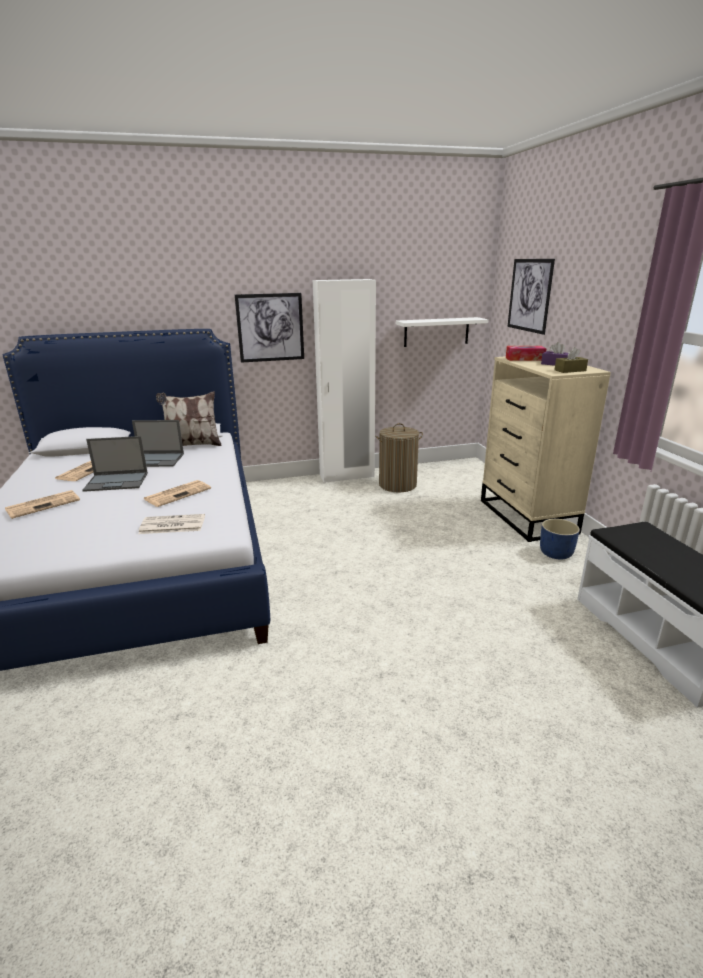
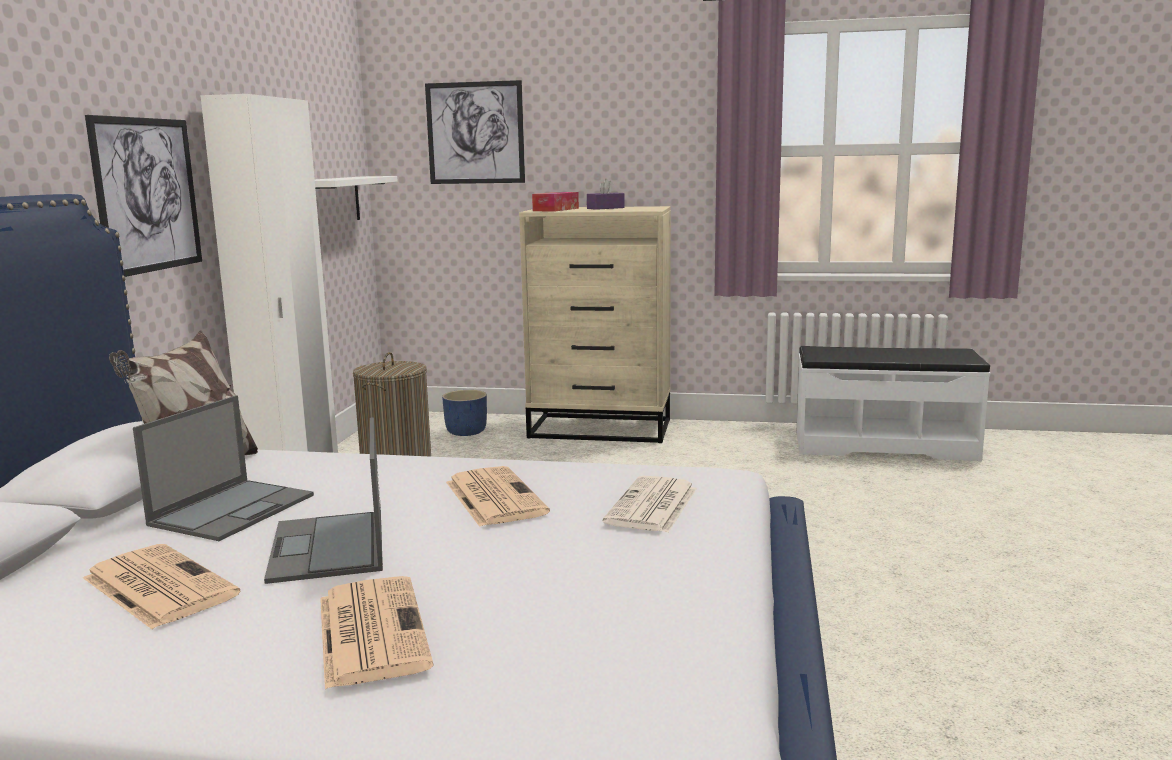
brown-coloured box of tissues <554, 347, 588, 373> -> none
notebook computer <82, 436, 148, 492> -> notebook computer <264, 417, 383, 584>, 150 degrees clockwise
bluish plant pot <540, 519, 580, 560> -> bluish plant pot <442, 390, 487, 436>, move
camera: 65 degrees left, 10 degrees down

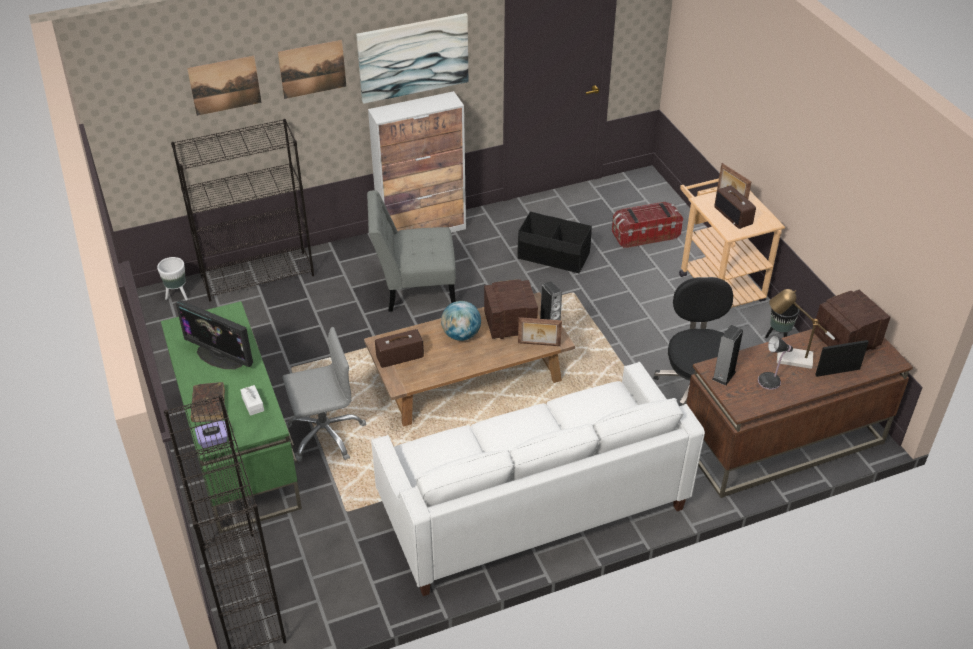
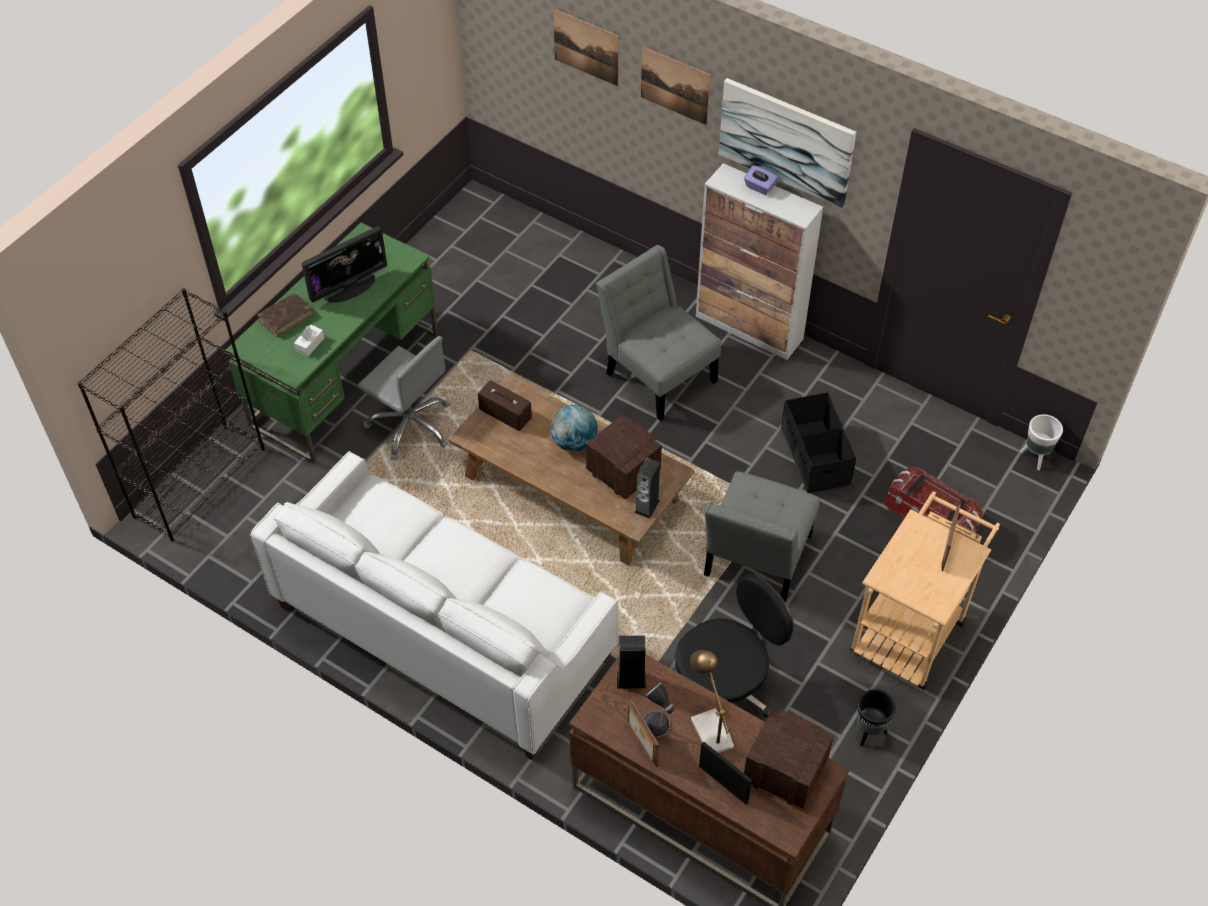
black-coloured bookshelf <171, 119, 314, 302> -> none
radio <714, 185, 756, 229> -> none
whitish plant pot <157, 257, 188, 300> -> whitish plant pot <1020, 414, 1063, 470>, move
monitor <175, 300, 253, 369> -> monitor <302, 226, 387, 303>, 120 degrees counterclockwise
picture frame <518, 317, 562, 346> -> picture frame <627, 696, 659, 767>, move
purple-coloured box of tissues <195, 421, 228, 448> -> purple-coloured box of tissues <744, 165, 778, 195>, move
none -> gray upright chair <704, 471, 820, 602>
camera: 55 degrees right, 10 degrees up

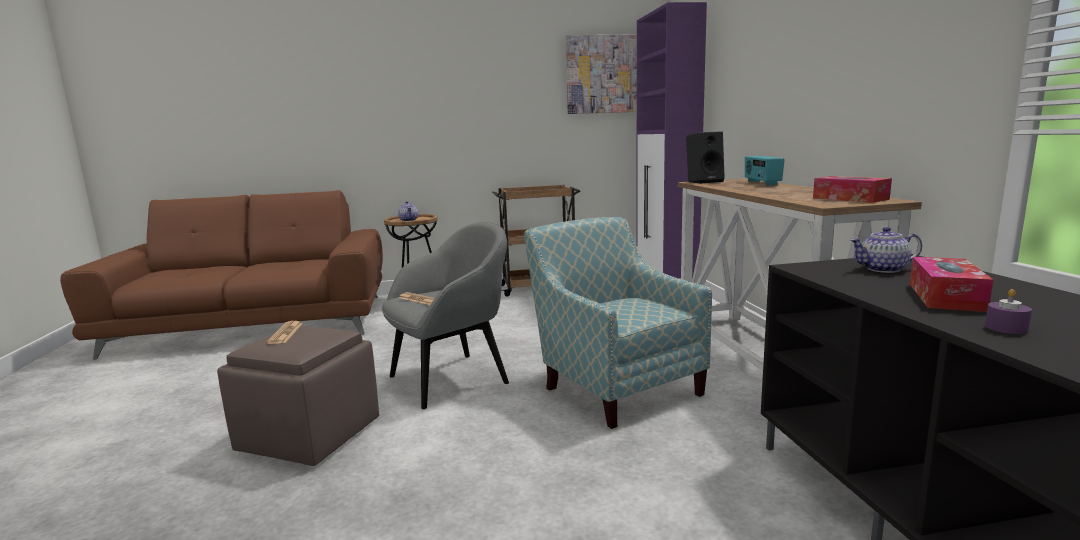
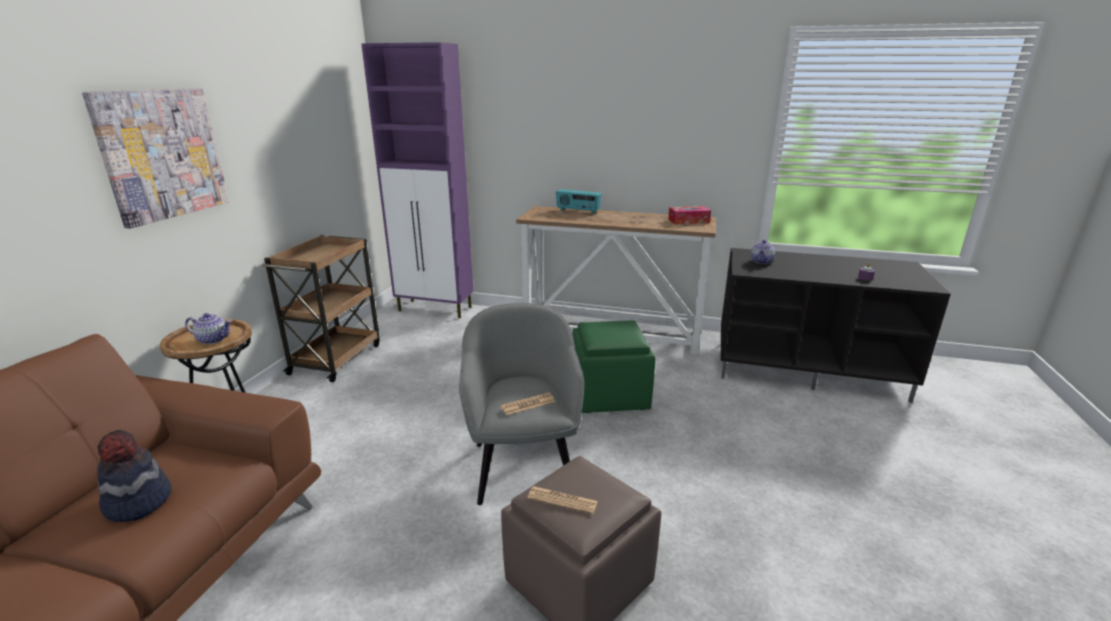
wall art <566, 34, 637, 114> -> wall art <82, 88, 229, 229>, move
black-coloured speaker <686, 131, 725, 184> -> none
lounge chair <524, 217, 712, 429> -> greenish pouffe <572, 320, 655, 413>
box of tissues <910, 257, 993, 312> -> none
none -> clothing hat <97, 430, 172, 522>
camera: 65 degrees left, 10 degrees up

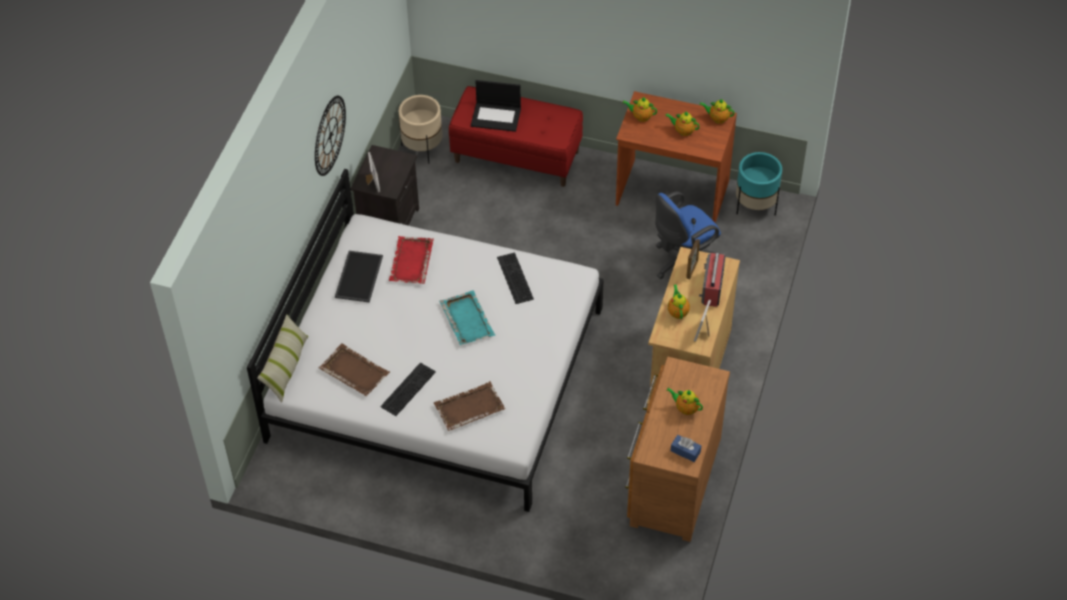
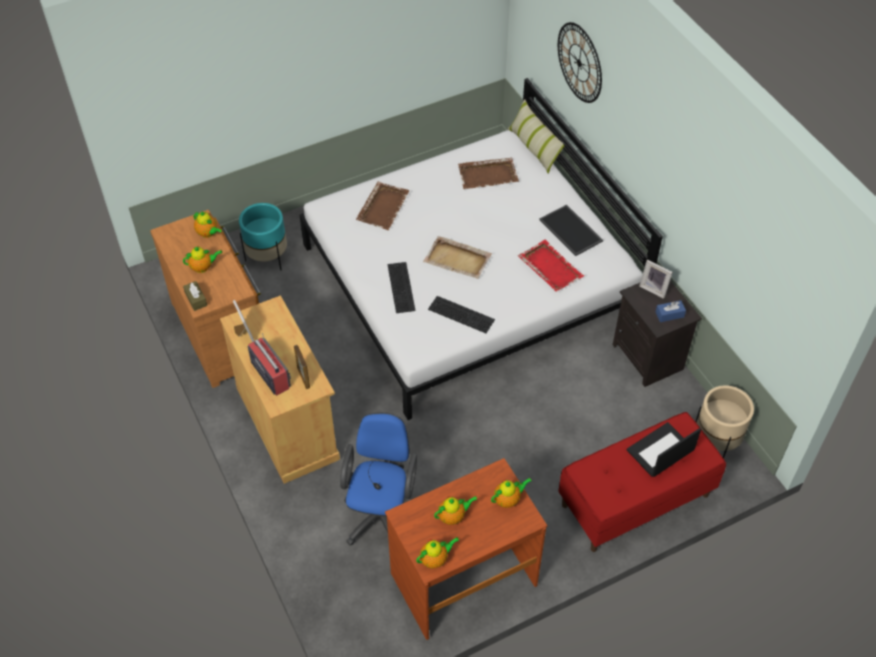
hanging clock <315, 96, 346, 176> -> hanging clock <558, 22, 602, 103>, move
turquoise-coloured plant pot <736, 152, 782, 215> -> turquoise-coloured plant pot <239, 203, 287, 270>, move
tea pot <668, 284, 690, 319> -> tea pot <193, 212, 222, 238>, move
turquoise-coloured carrying tray <440, 290, 496, 345> -> beige carrying tray <423, 236, 492, 279>
computer keyboard <380, 363, 436, 416> -> computer keyboard <387, 262, 416, 313>, move
bluish box of tissues <671, 435, 701, 462> -> bluish box of tissues <656, 300, 686, 322>, move
none -> brown-coloured box of tissues <183, 281, 207, 311>
camera: 135 degrees right, 0 degrees up

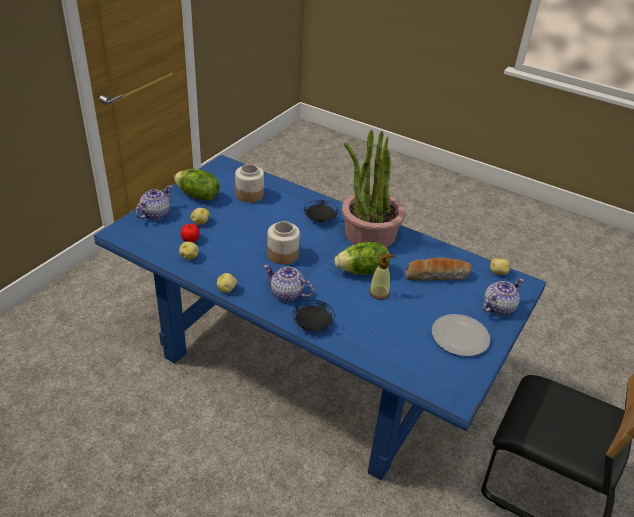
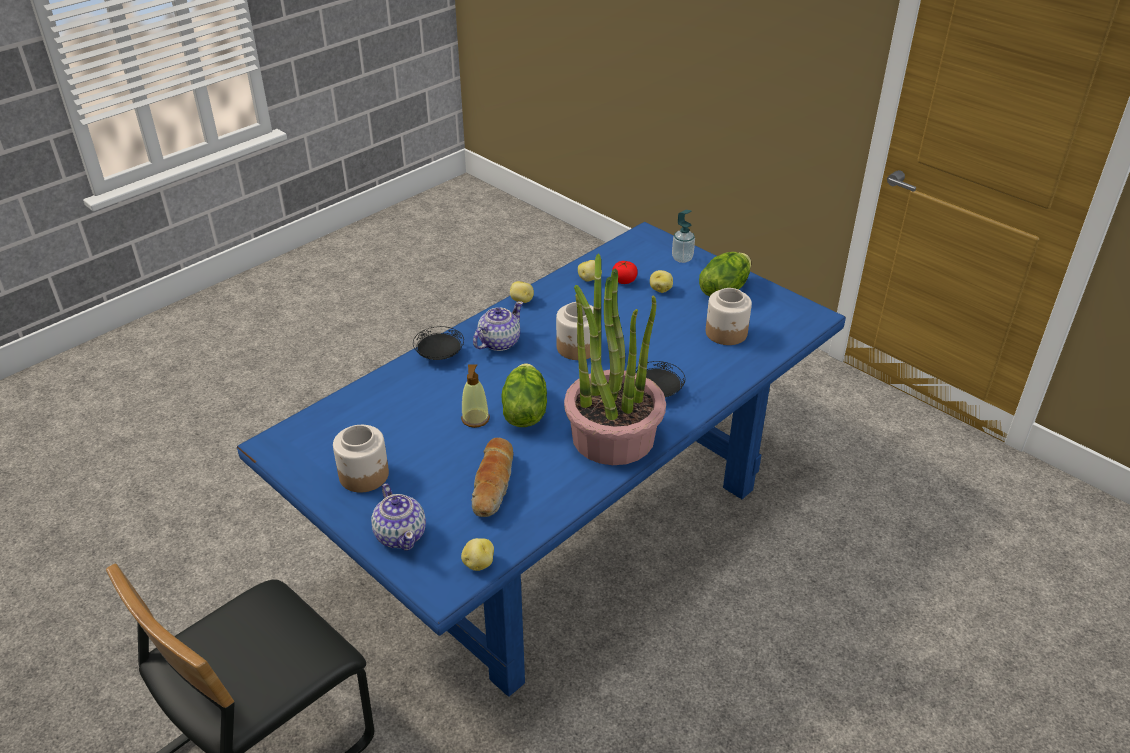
tea pot <136, 185, 172, 220> -> soap bottle <672, 210, 695, 263>
flat dish <432, 314, 490, 356> -> jar <333, 425, 389, 492>
camera: 105 degrees right, 0 degrees up

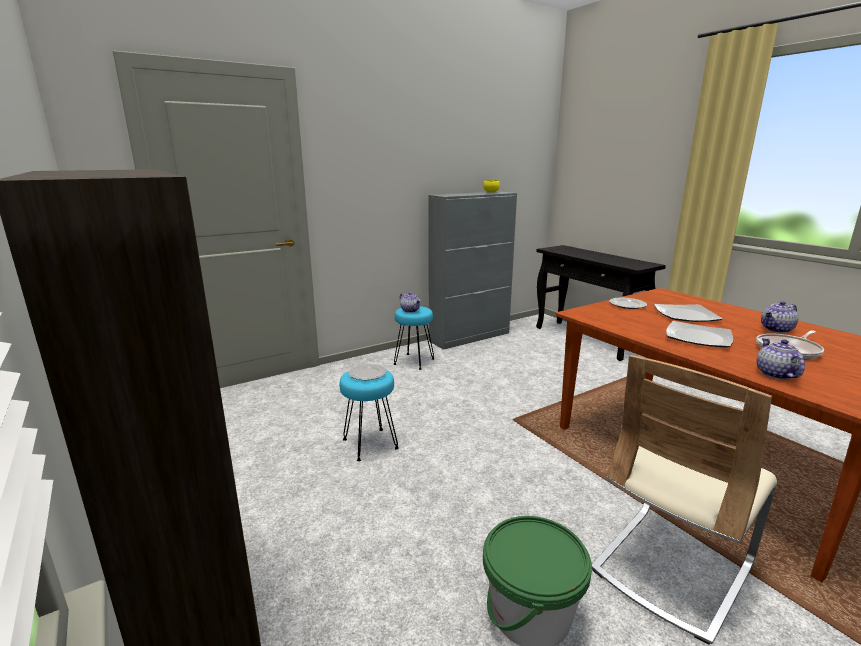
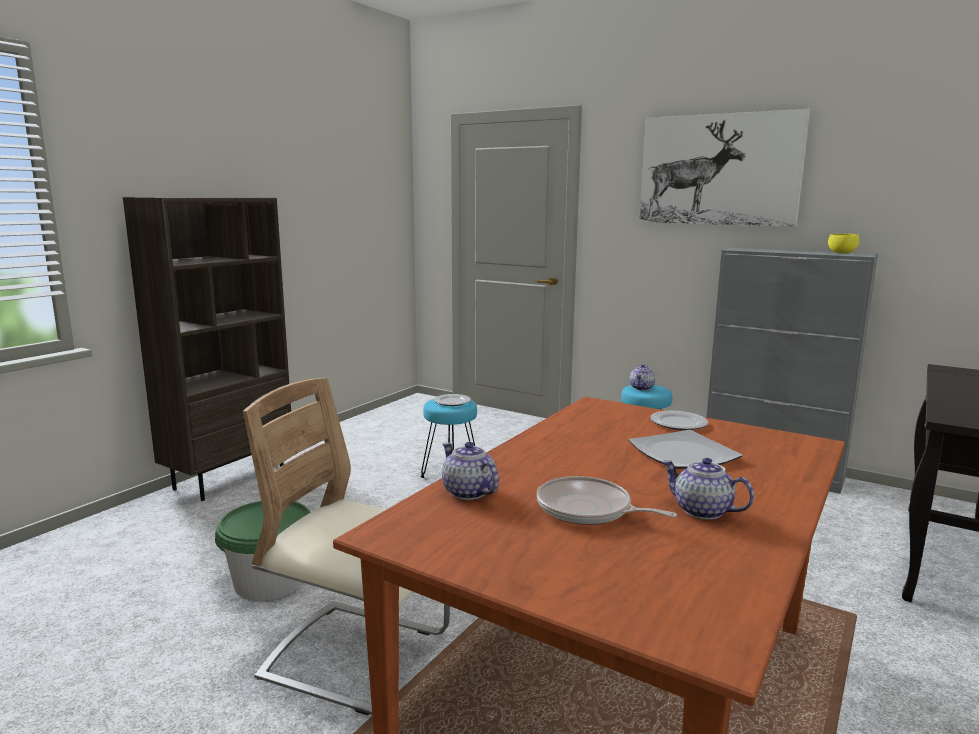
flat dish <666, 321, 733, 348> -> none
tea pot <756, 338, 805, 380> -> tea pot <442, 442, 499, 500>, 105 degrees counterclockwise
none -> wall art <639, 109, 810, 227>
camera: 65 degrees right, 5 degrees down

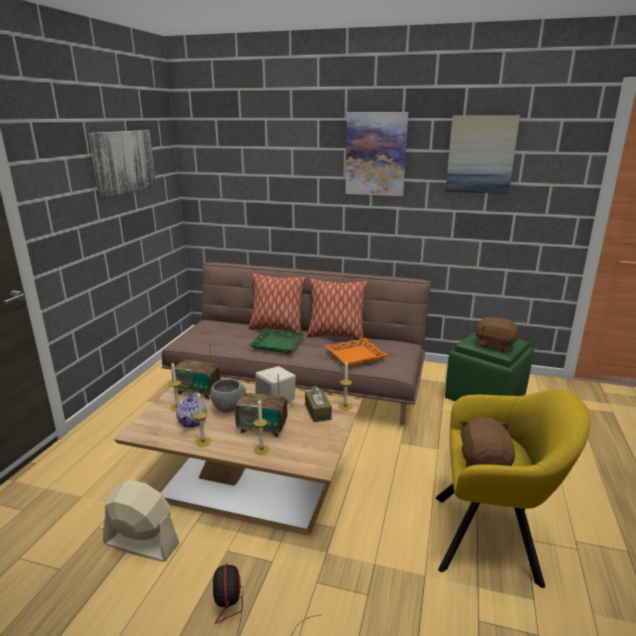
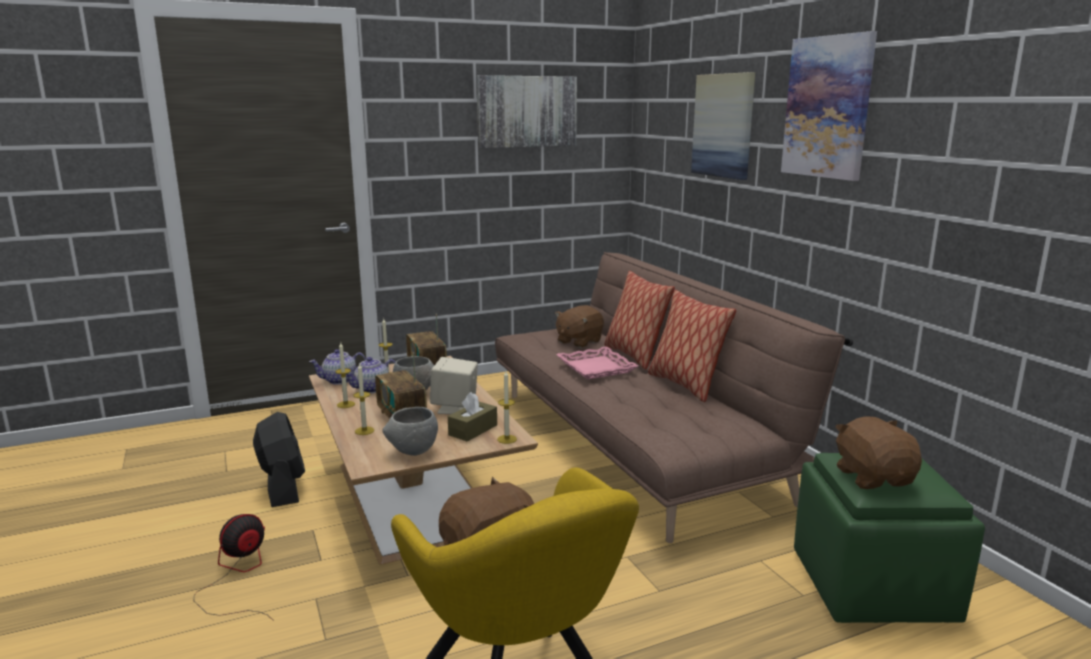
wall art <445, 116, 520, 194> -> wall art <691, 72, 755, 180>, move
greenish carrying tray <249, 329, 305, 353> -> pink-coloured carrying tray <556, 346, 638, 380>
orangey carrying tray <326, 338, 387, 366> -> none
beige electric fan <103, 480, 180, 562> -> black-coloured electric fan <253, 412, 305, 507>
none -> brown-coloured plush toy <555, 305, 604, 348>
none -> tea pot <309, 349, 366, 385>
none -> gray serving bowl <383, 407, 438, 456>
camera: 50 degrees right, 5 degrees down

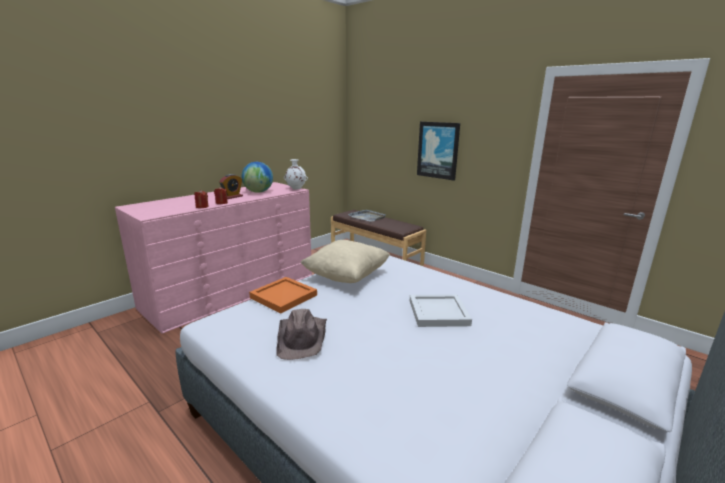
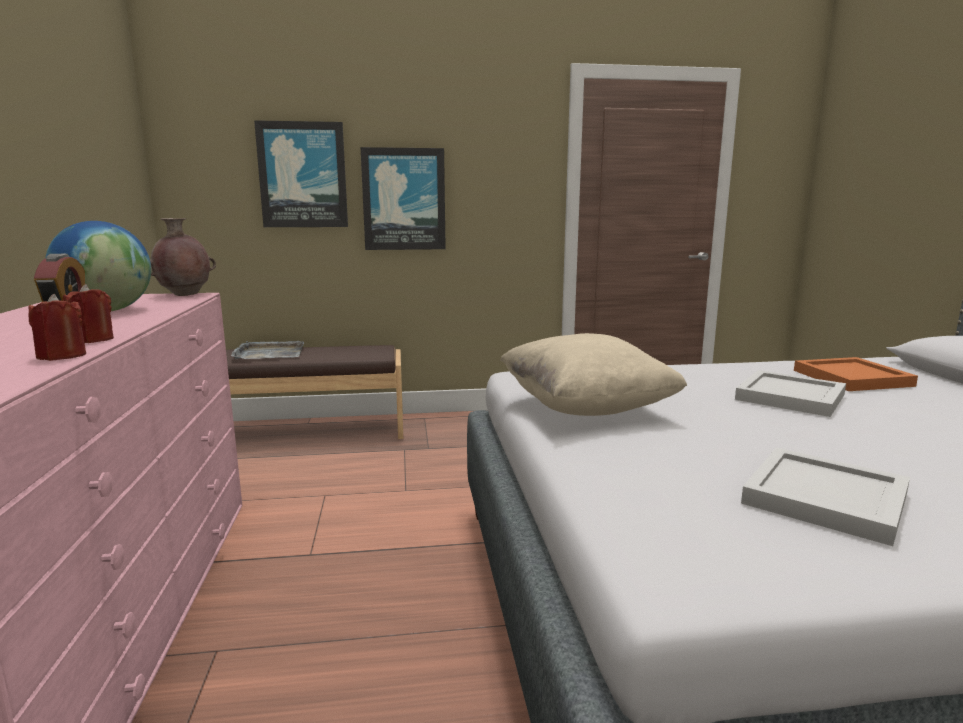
whitish decorative vase <284, 159, 308, 190> -> brown-coloured decorative vase <150, 218, 216, 296>
orangey carrying tray <249, 277, 317, 313> -> orangey carrying tray <794, 357, 918, 391>, move
brown-coloured clothing hat <277, 309, 327, 360> -> whitish carrying tray <741, 448, 910, 546>
none -> wall art <254, 120, 348, 227>
camera: 50 degrees left, 5 degrees down

